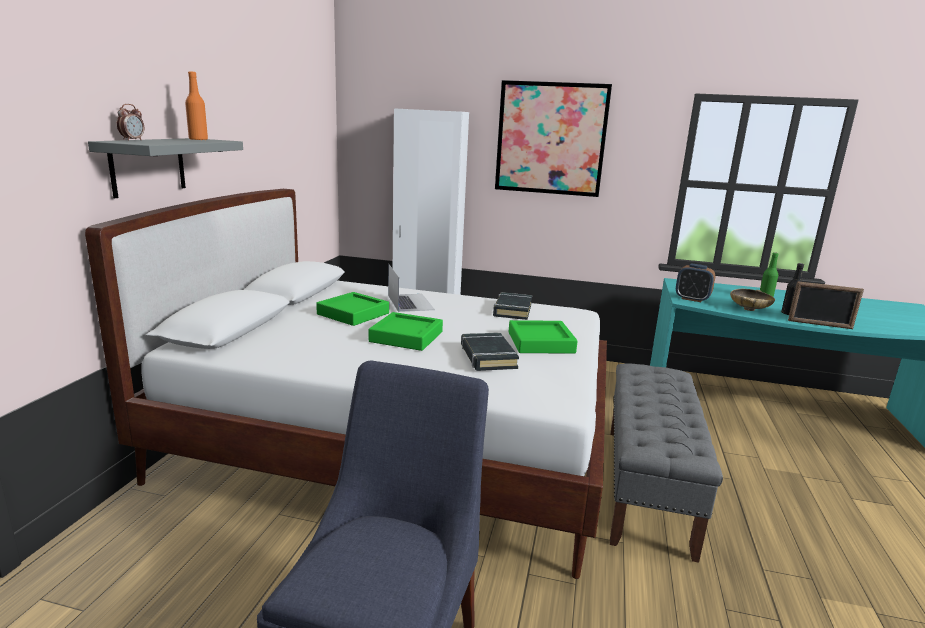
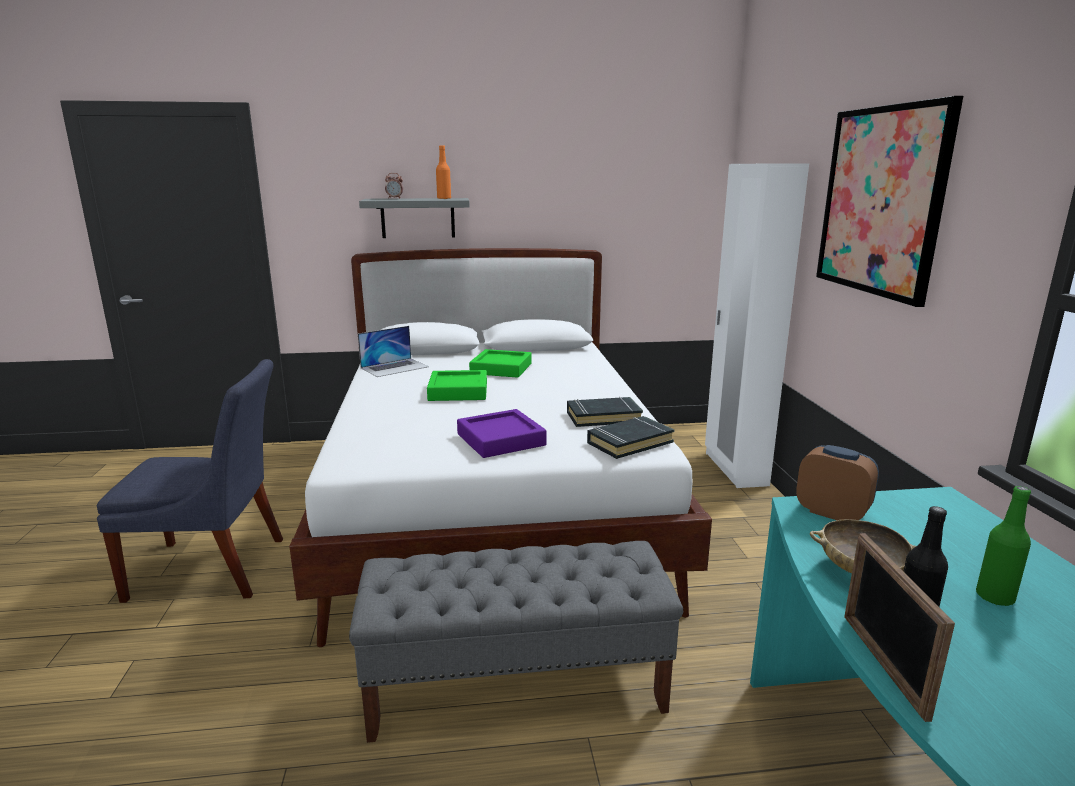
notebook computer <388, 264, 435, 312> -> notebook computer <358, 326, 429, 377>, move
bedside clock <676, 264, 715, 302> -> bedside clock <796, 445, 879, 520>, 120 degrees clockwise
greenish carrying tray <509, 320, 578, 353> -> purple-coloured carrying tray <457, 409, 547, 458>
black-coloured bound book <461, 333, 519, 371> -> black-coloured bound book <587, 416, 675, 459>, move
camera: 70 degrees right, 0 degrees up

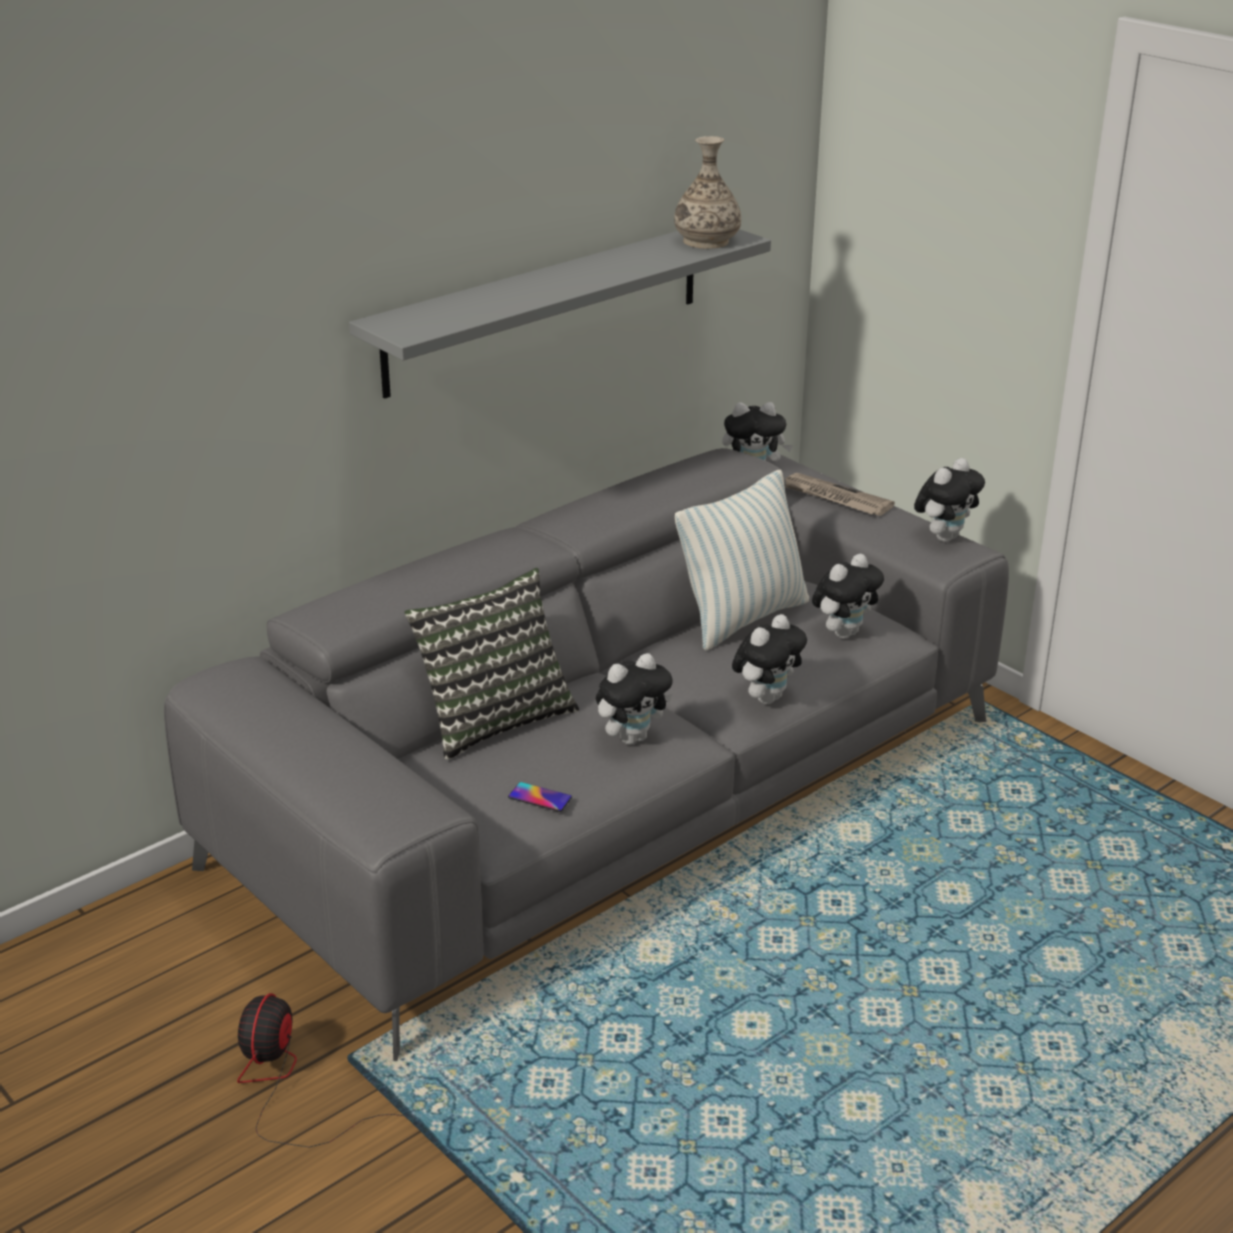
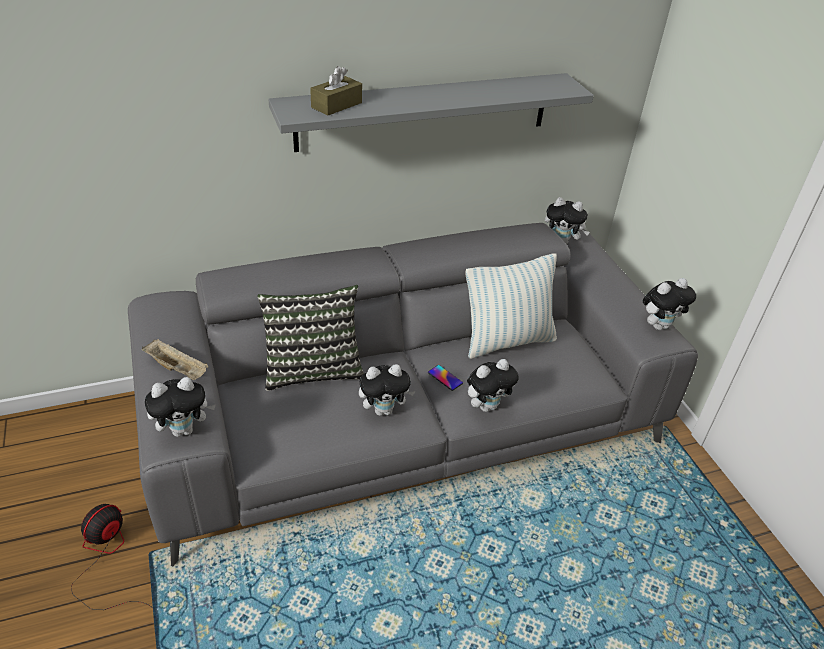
decorative vase <674, 136, 741, 249> -> none
daily paper <785, 473, 895, 516> -> none
plush toy <812, 554, 884, 639> -> plush toy <145, 377, 216, 437>, move
telephone <508, 782, 572, 812> -> telephone <428, 365, 463, 391>, move
none -> brown-coloured box of tissues <310, 66, 362, 116>
none -> beige carrying tray <142, 339, 208, 380>
camera: 20 degrees right, 10 degrees up

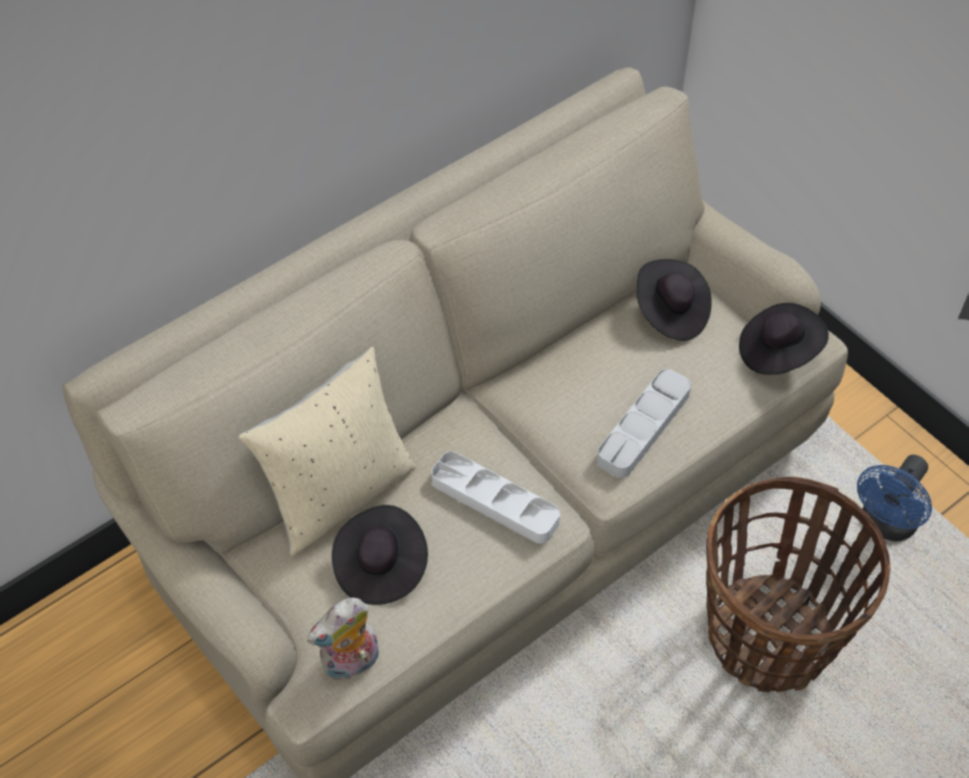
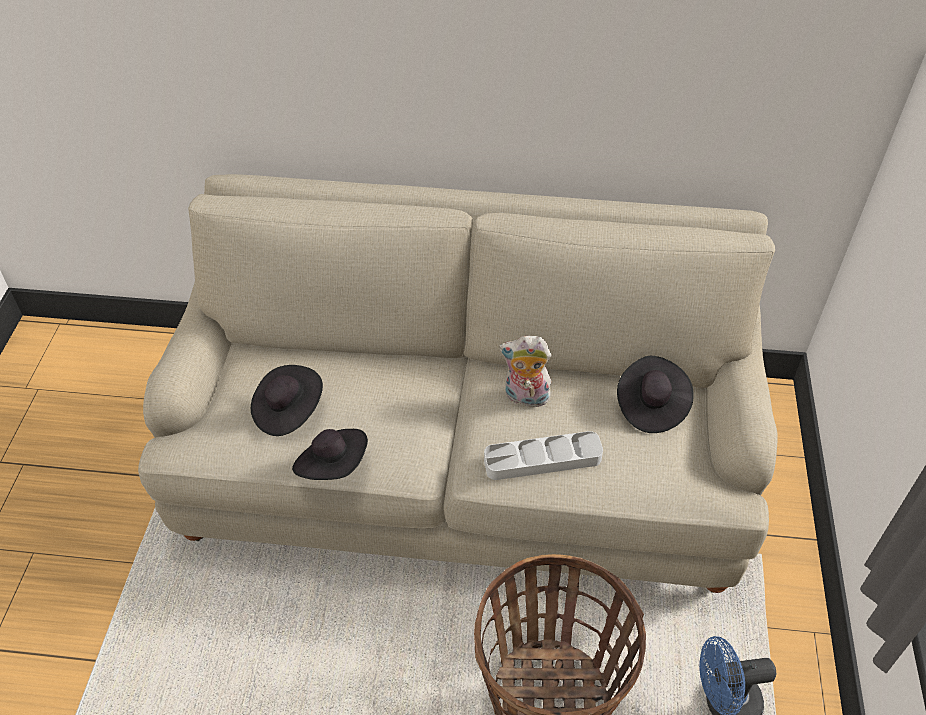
black-coloured clothing hat <739, 303, 829, 375> -> black-coloured clothing hat <292, 429, 368, 480>, move
beige throw pillow <238, 347, 416, 557> -> none
whitish carrying tray <431, 451, 560, 544> -> none
plush toy <307, 597, 379, 680> -> plush toy <499, 336, 551, 408>, move
camera: 45 degrees right, 5 degrees down

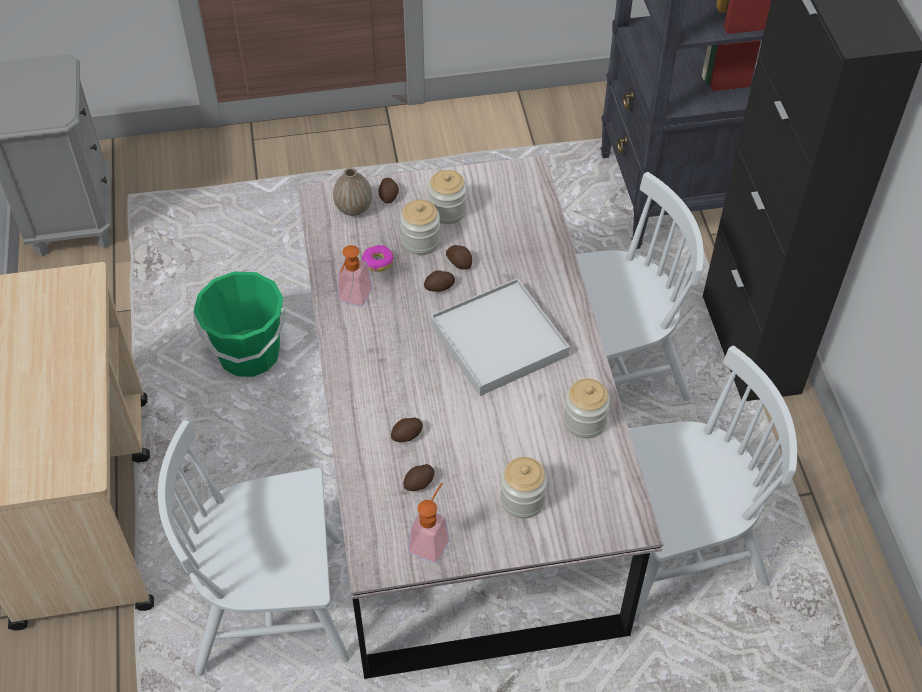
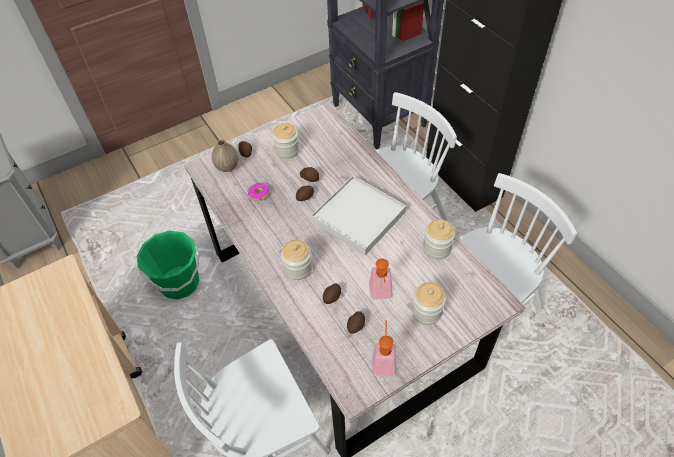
jar <400, 200, 440, 255> -> jar <281, 240, 313, 280>, move
soap bottle <338, 245, 372, 306> -> soap bottle <369, 258, 393, 300>, move
camera: 20 degrees left, 0 degrees up

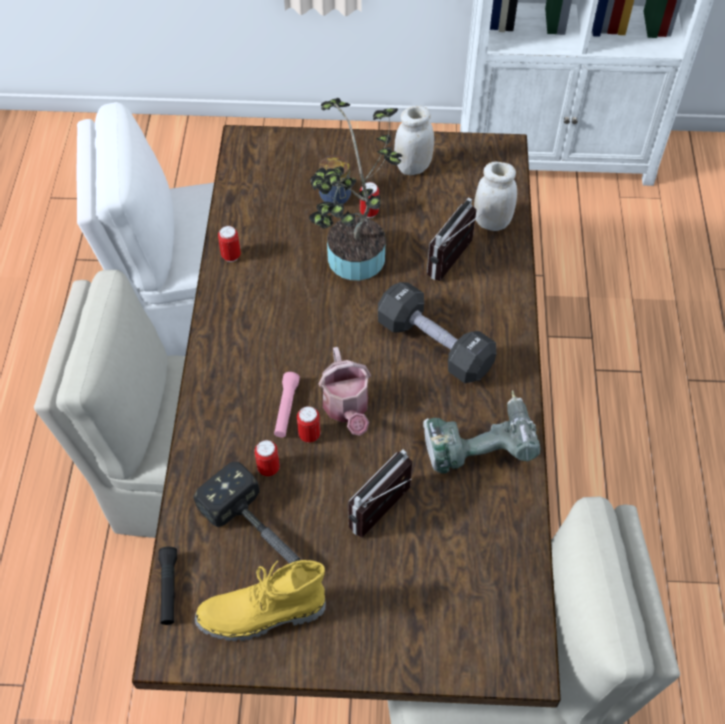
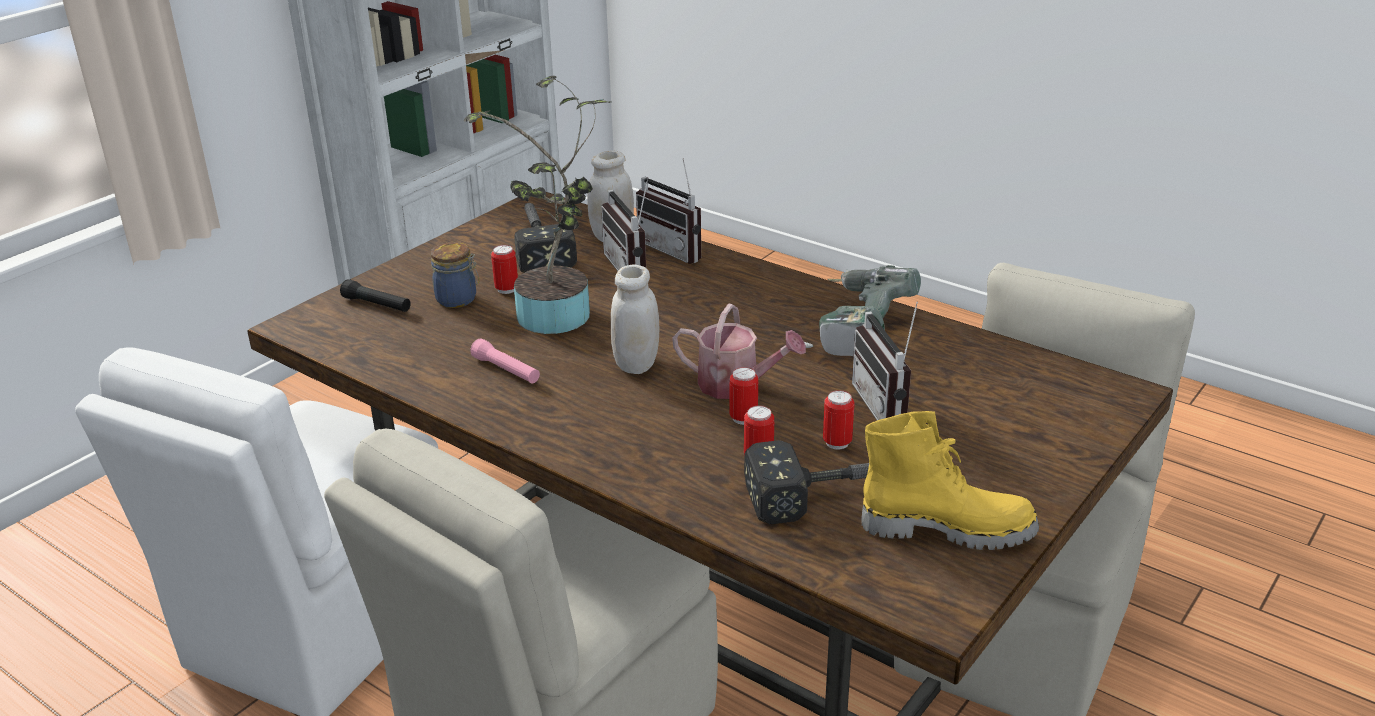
whitish jar <394, 105, 434, 175> -> whitish jar <611, 265, 659, 374>, move
can <218, 226, 241, 262> -> can <823, 390, 855, 450>, move
black-coloured dumbbell <378, 282, 496, 383> -> none
pink-coloured hand torch <274, 372, 300, 438> -> pink-coloured hand torch <470, 339, 540, 383>, move
black-coloured hand torch <158, 547, 177, 625> -> black-coloured hand torch <340, 279, 411, 312>, move
yellowish tall boot <195, 560, 326, 641> -> yellowish tall boot <861, 411, 1039, 550>, 105 degrees counterclockwise
none -> radio <636, 158, 701, 264>
none -> hand hammer <514, 203, 577, 273>
camera: 55 degrees left, 25 degrees down

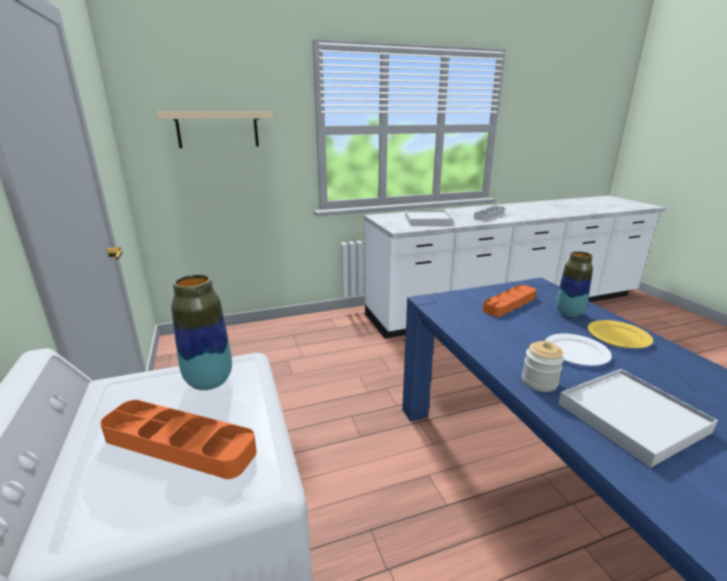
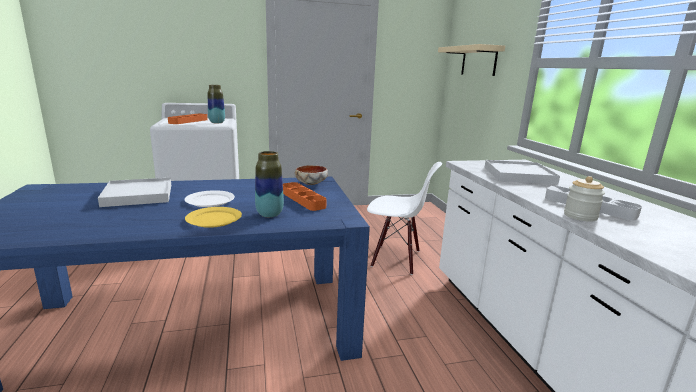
jar <522, 341, 564, 392> -> jar <564, 176, 605, 222>, move
none -> whitish upright chair <367, 162, 442, 275>
none -> serving bowl <295, 165, 328, 185>
camera: 95 degrees right, 5 degrees down

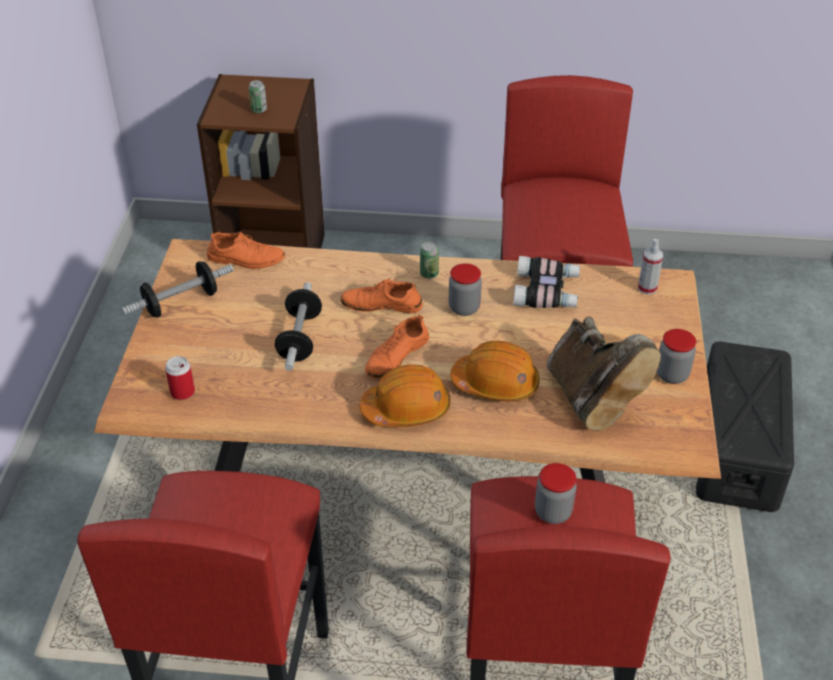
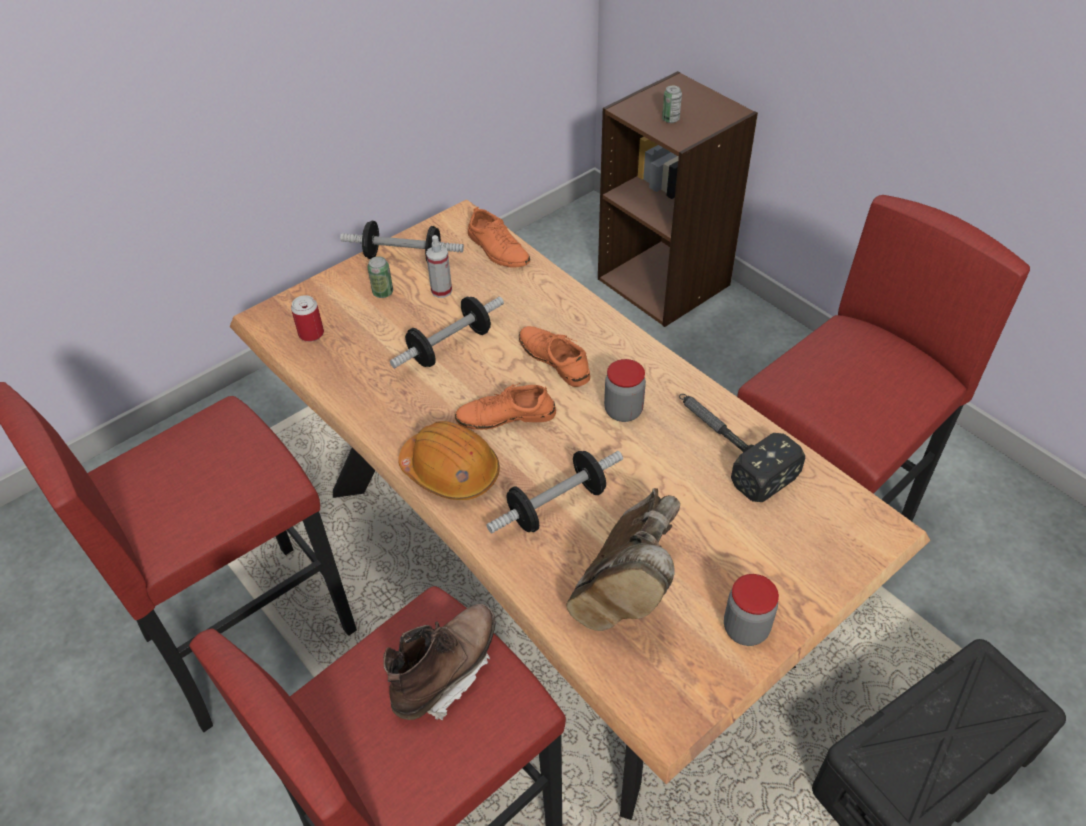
hand sprayer <638, 239, 663, 295> -> hand sprayer <426, 235, 452, 298>, move
can <420, 242, 439, 279> -> can <368, 256, 393, 298>, move
field glasses <513, 256, 580, 308> -> hand hammer <679, 394, 805, 502>
orangey hard hat <450, 341, 540, 401> -> dumbbell <486, 451, 623, 534>
jar <535, 463, 577, 524> -> brown-coloured tall boot <383, 604, 496, 721>
camera: 45 degrees right, 5 degrees up

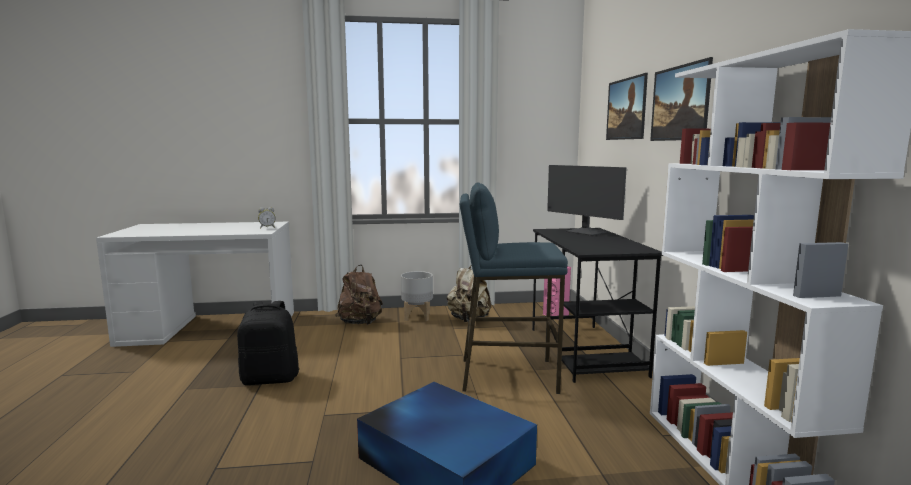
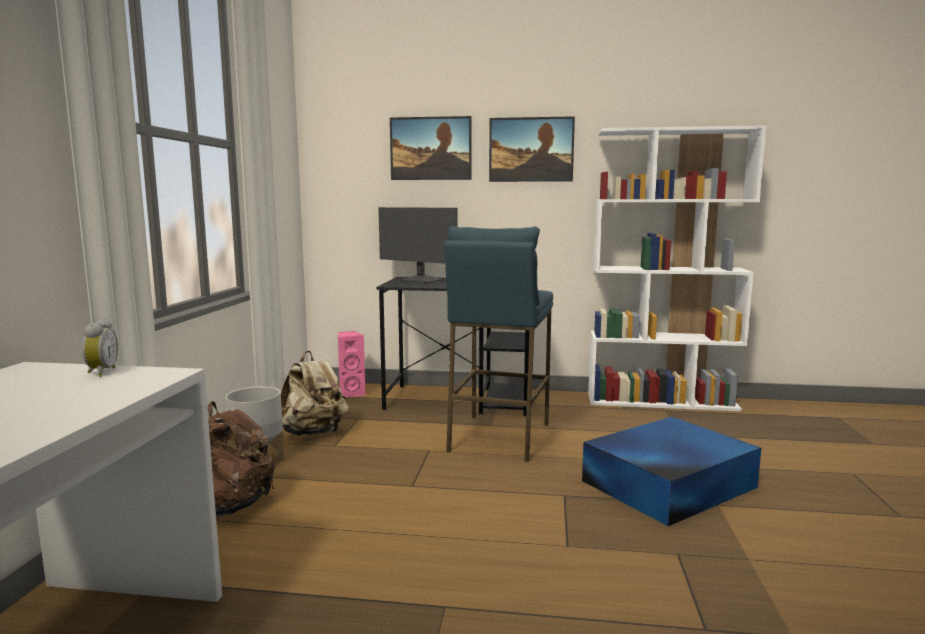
monitor <547, 165, 627, 236> -> monitor <379, 207, 458, 283>, 60 degrees clockwise
black-coloured rucksack <237, 301, 299, 385> -> none
camera: 75 degrees left, 0 degrees up

